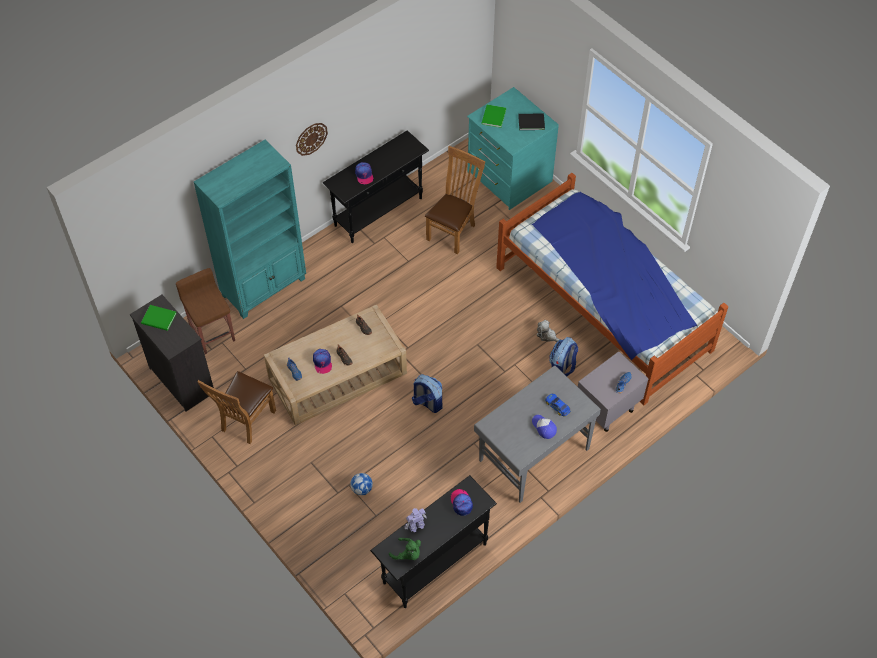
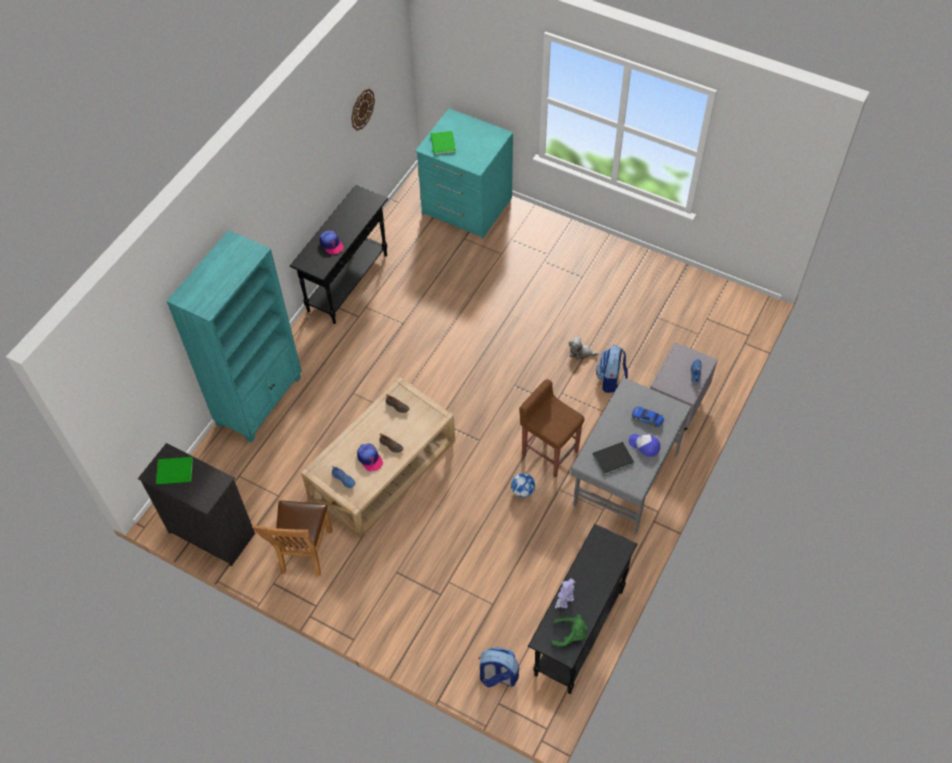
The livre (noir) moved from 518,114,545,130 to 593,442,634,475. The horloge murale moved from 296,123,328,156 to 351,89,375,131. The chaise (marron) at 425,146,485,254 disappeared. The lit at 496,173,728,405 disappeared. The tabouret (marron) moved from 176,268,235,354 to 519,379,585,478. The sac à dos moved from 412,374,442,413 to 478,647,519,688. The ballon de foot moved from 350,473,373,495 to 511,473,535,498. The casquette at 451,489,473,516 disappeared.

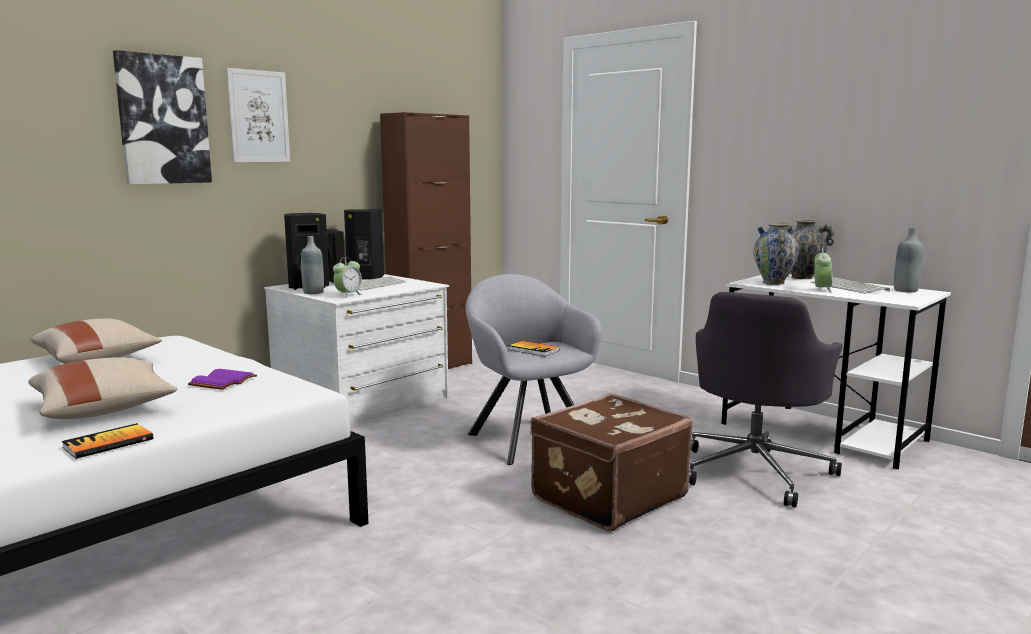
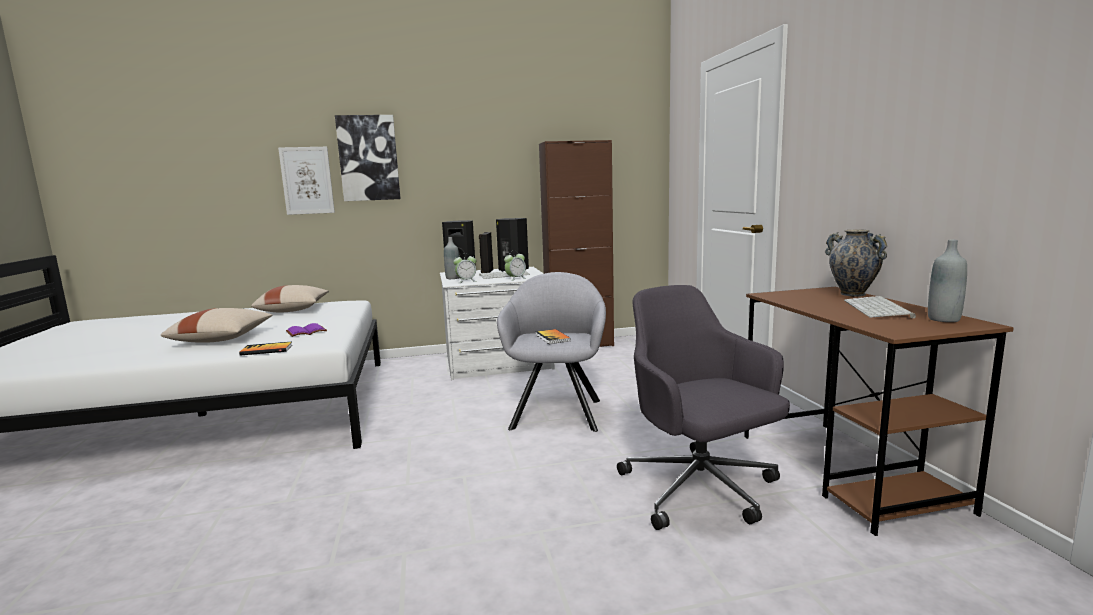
The tableau moved from 226,68,290,162 to 278,147,335,215. The vase at 753,223,799,285 disappeared. The réveil moved from 814,248,832,293 to 504,251,527,281. The bureau (blanc) at 721,275,951,469 became the bureau (marron) at 744,287,1014,536. The chaise de bureau (gris) at 689,292,843,508 turned 90 degrees clockwise. The valise (marron) at 530,393,693,531 disappeared. The livre moved from 61,423,153,459 to 239,342,292,356.

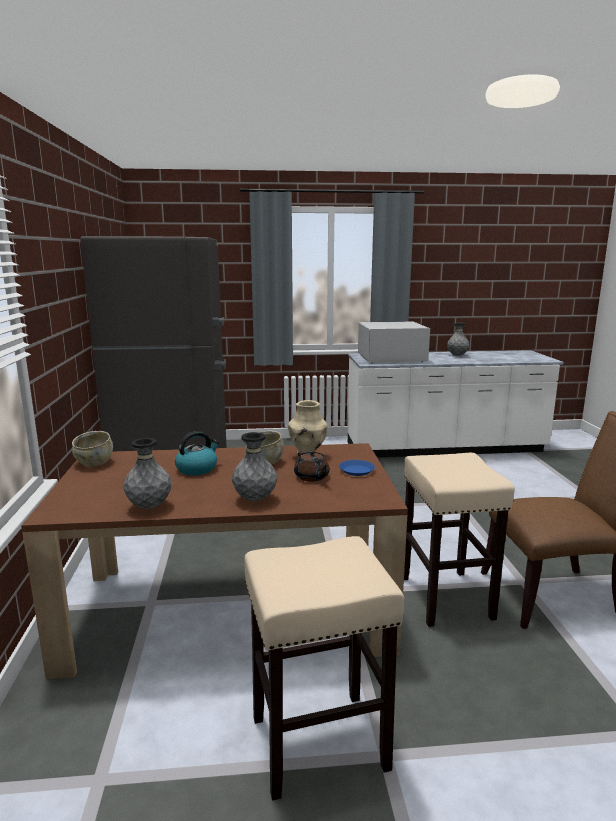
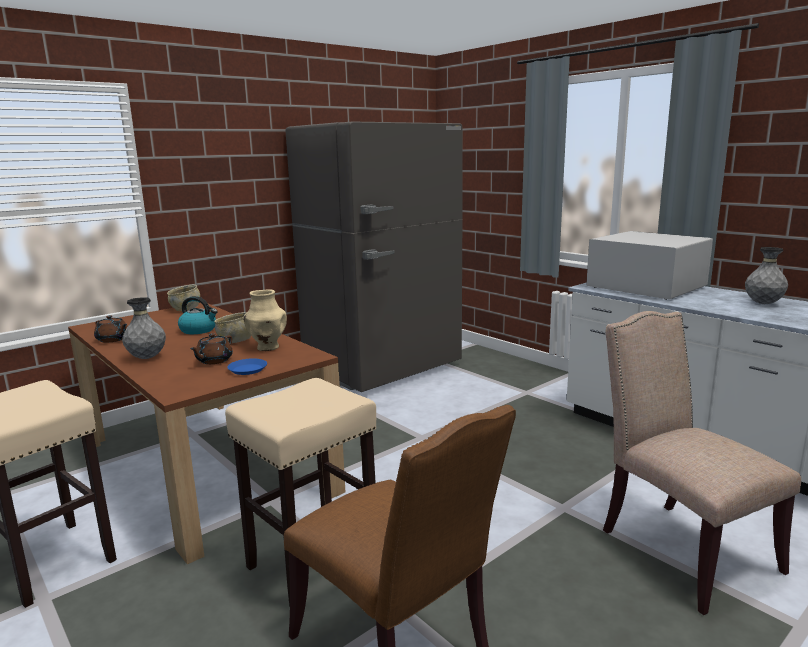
The vase (gris) at 123,438,171,509 was replaced by the théière (marron) at 94,315,128,343. The chaise (beige) at 603,311,801,615 appeared.

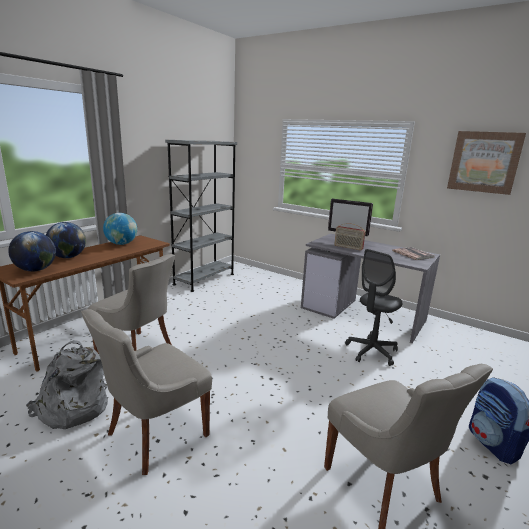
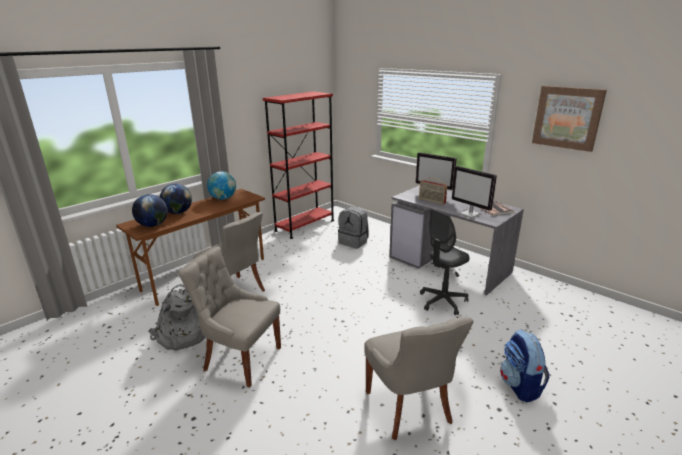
The bibliothèque (gris) at 165,140,237,292 became the bibliothèque (rouge) at 263,91,334,239. The chaise (gris) at 81,309,212,475 turned 60 degrees clockwise. The écran d'ordinateur at 452,166,497,218 appeared. The sac à dos (gris) at 338,207,369,249 appeared.

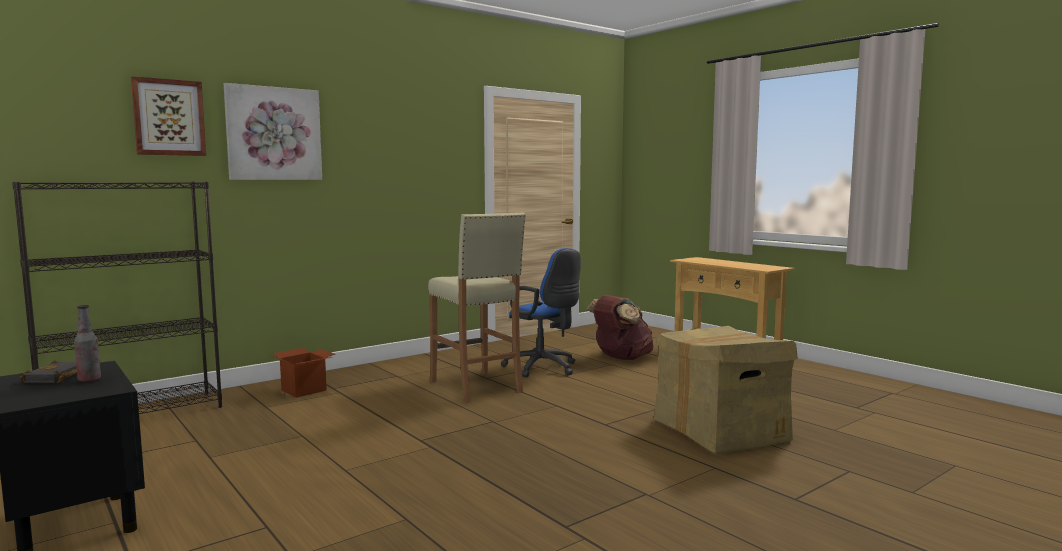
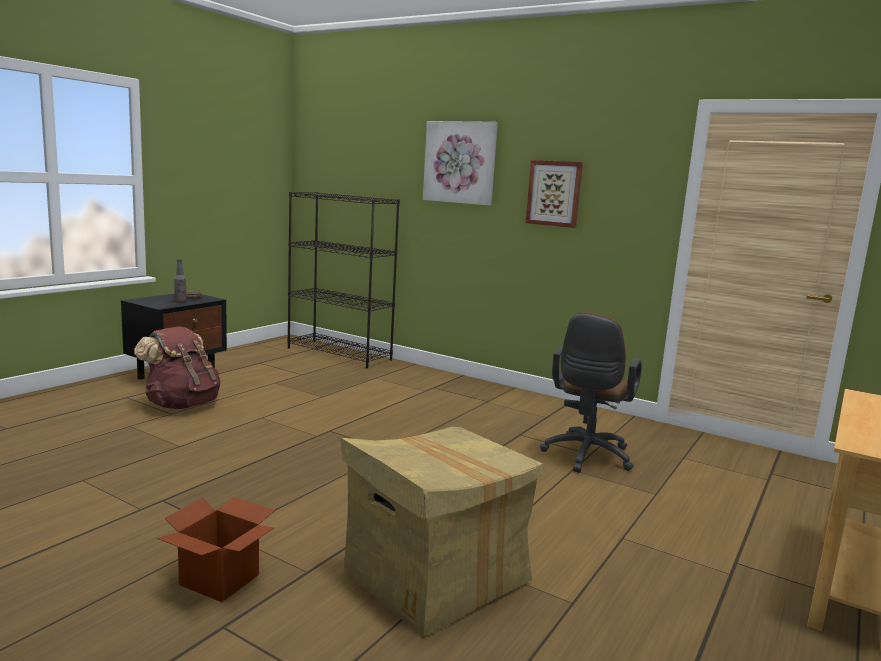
The tableau moved from 131,76,206,156 to 526,160,583,228. The tabouret (beige) at 428,212,526,403 disappeared. The chaise de bureau (bleu) at 501,248,581,377 became the chaise de bureau (marron) at 540,312,641,473. The sac à dos (marron) moved from 587,295,654,360 to 134,326,221,409. The carton moved from 270,348,335,398 to 157,497,275,602.

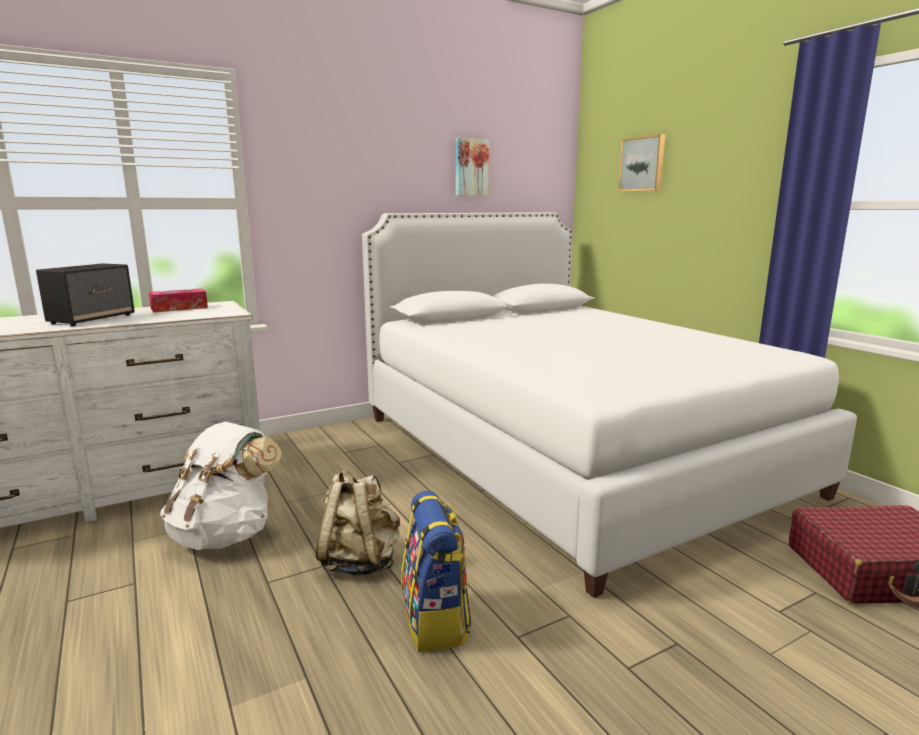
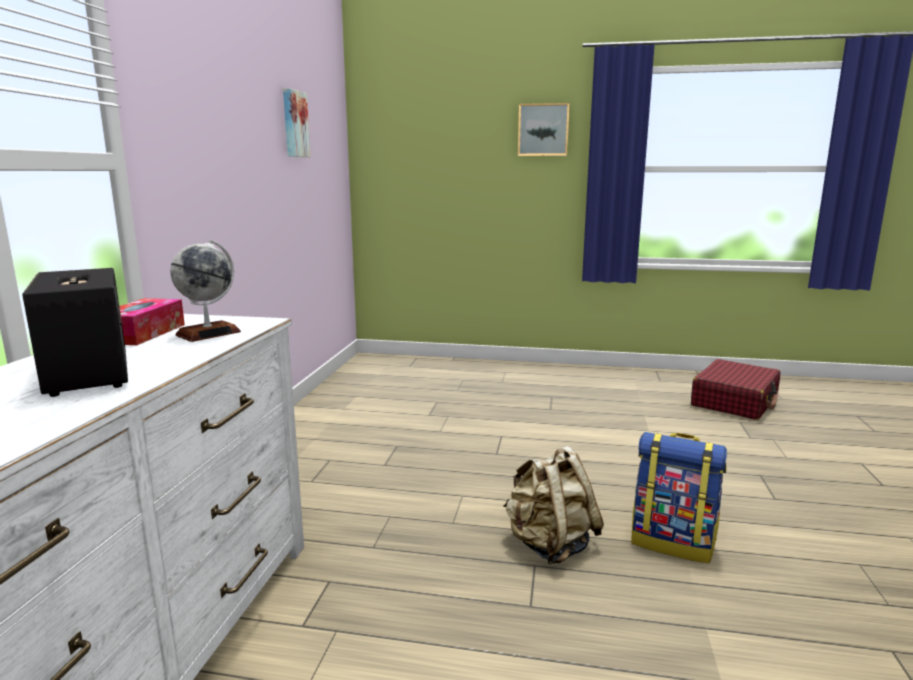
The tableau moved from 618,134,665,192 to 518,103,570,156. The lit (blanc) at 362,212,857,598 disappeared. The sac à dos (blanc) at 160,422,282,550 disappeared. The globe at 170,239,241,342 appeared.

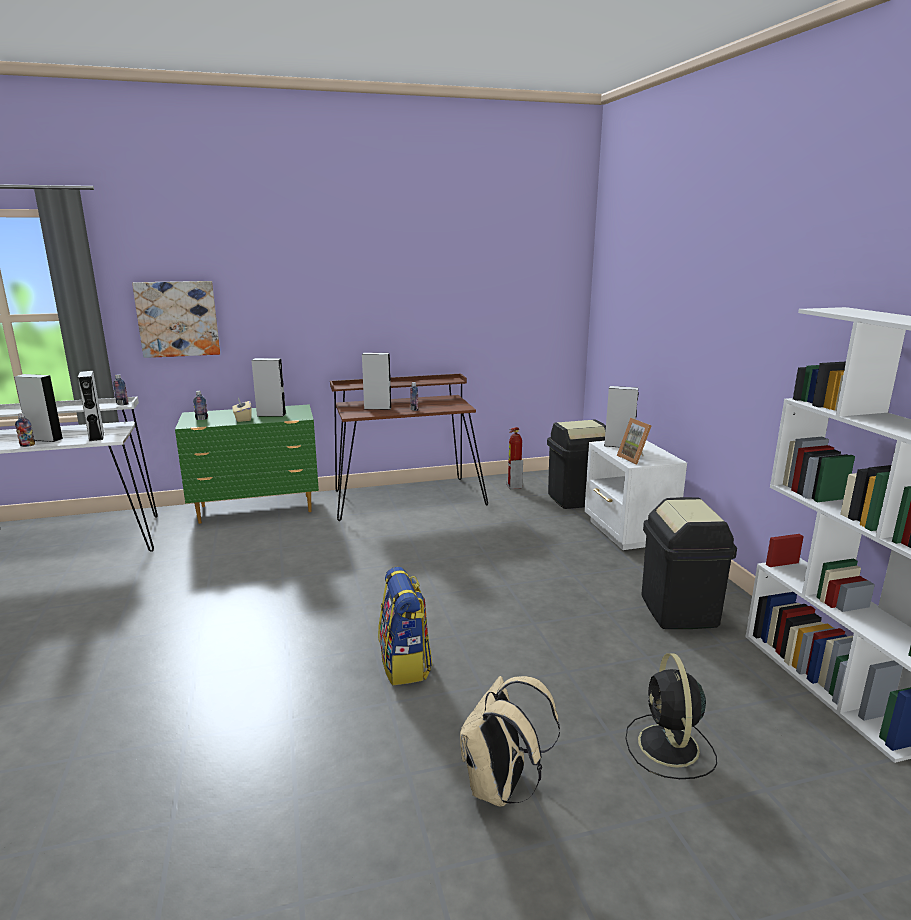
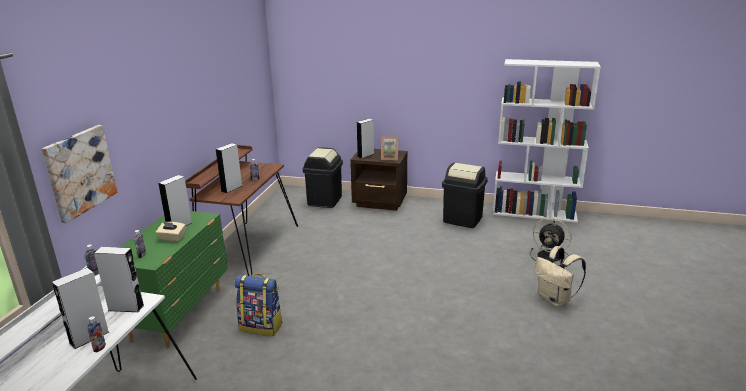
The extincteur at 506,427,523,489 disappeared. The table de chevet (blanc) at 584,440,687,550 became the table de chevet (marron) at 350,149,407,211. The sac à dos moved from 378,567,432,685 to 234,274,283,336.

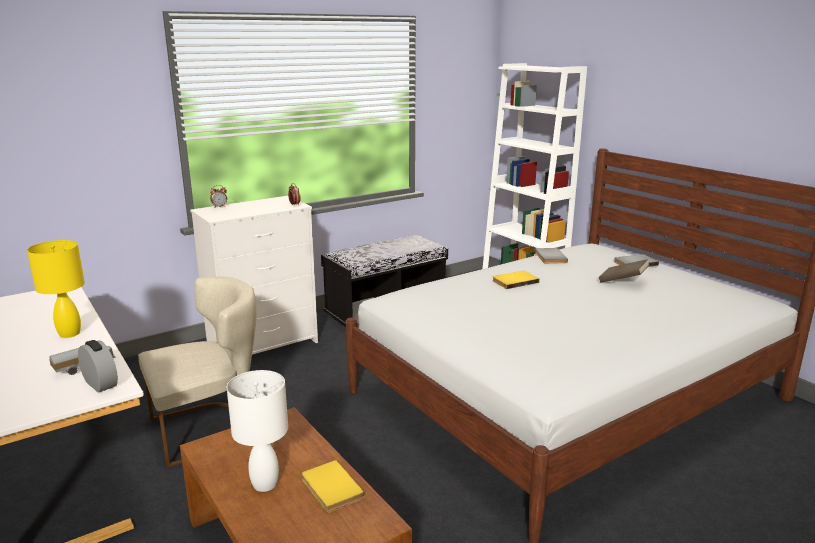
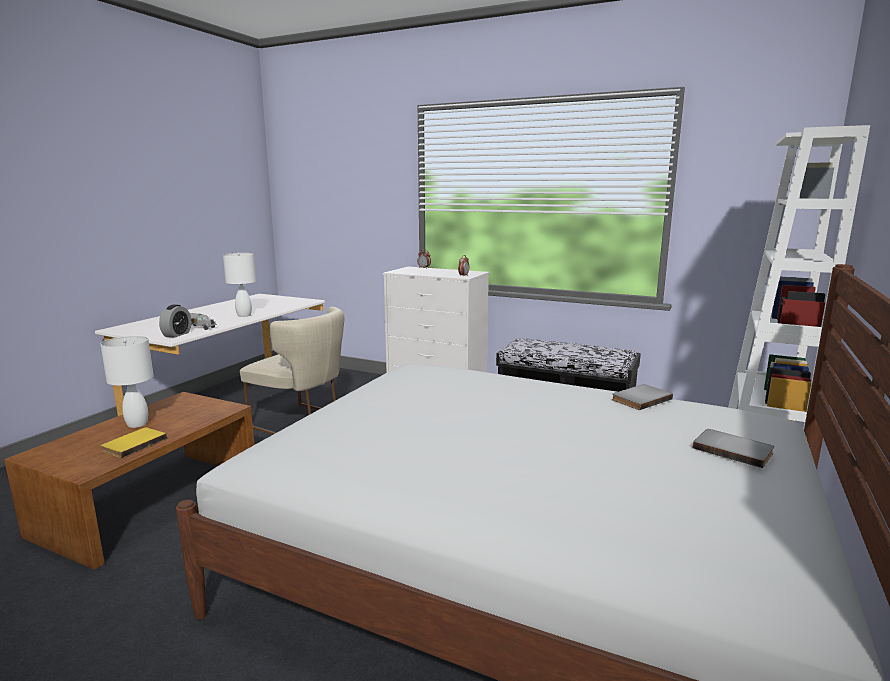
The lampe de table (jaune) at 27,240,85,338 became the lampe de table (blanc) at 223,253,256,317. The livre (marron) at 599,259,649,283 disappeared. The livre (jaune) at 493,271,539,289 disappeared.

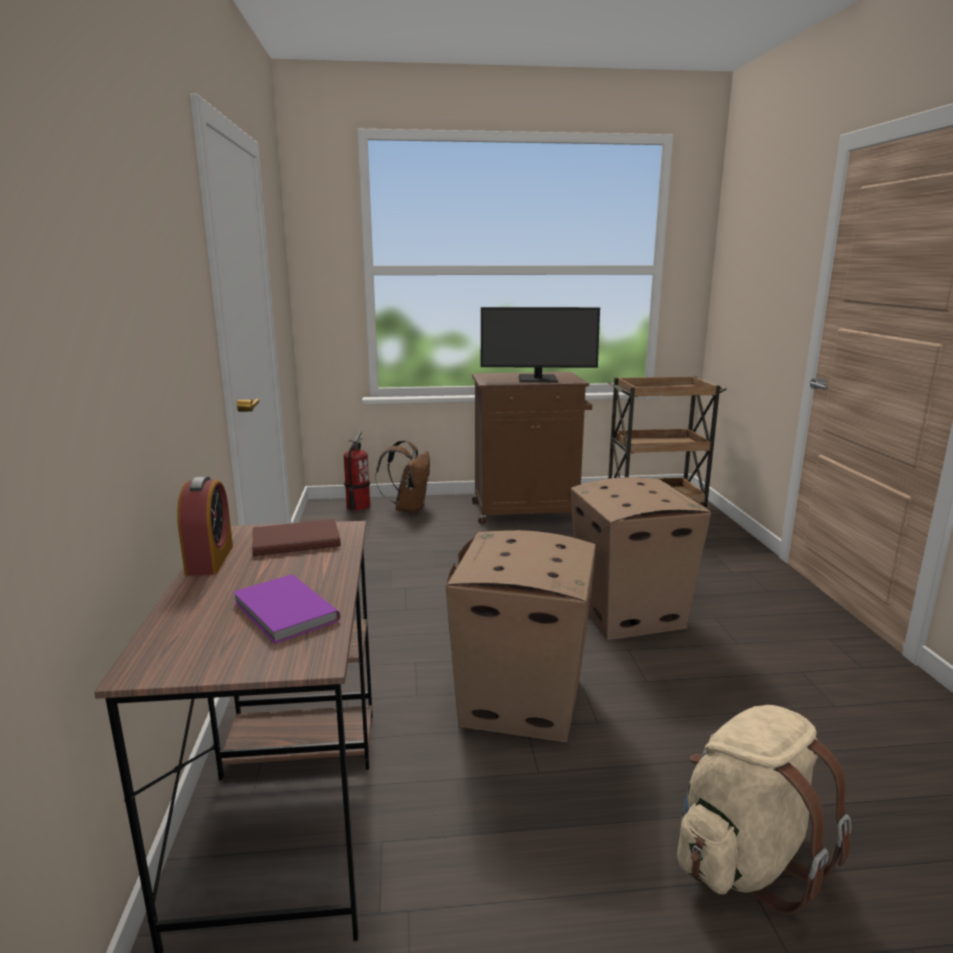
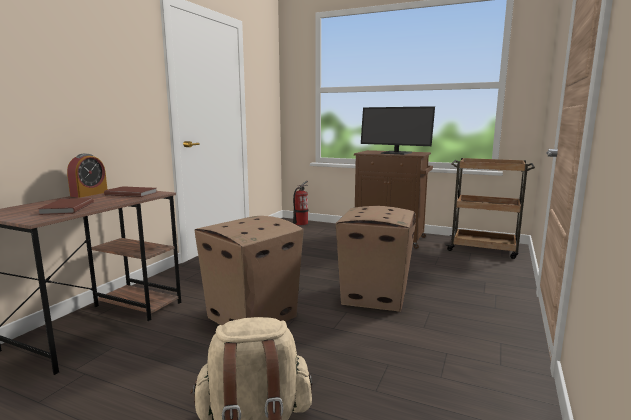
The sac à dos (marron) at 375,440,430,514 disappeared. The livre (violet) at 233,574,340,644 became the livre (marron) at 38,198,94,215.

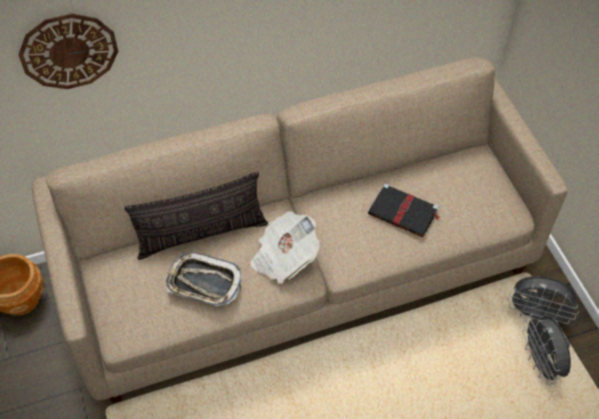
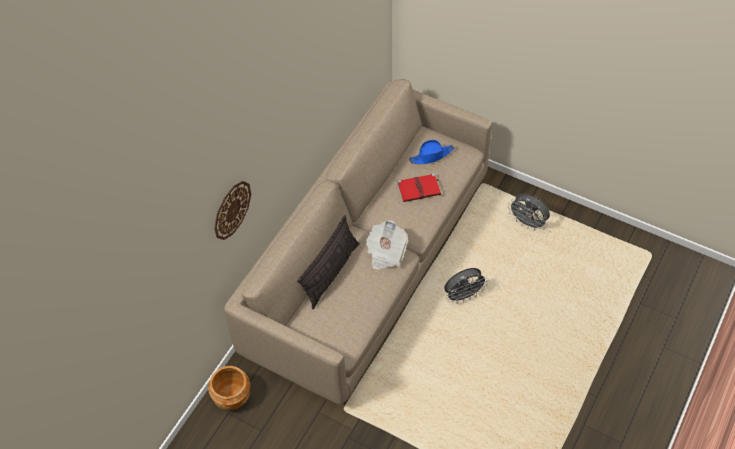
The livre (noir) at 368,183,440,238 became the livre (rouge) at 398,173,441,202. The plateau at 165,252,241,306 disappeared. The ventilateur (gris) moved from 507,276,579,324 to 444,268,488,304. The chapeau (bleu) at 409,140,454,164 appeared.

